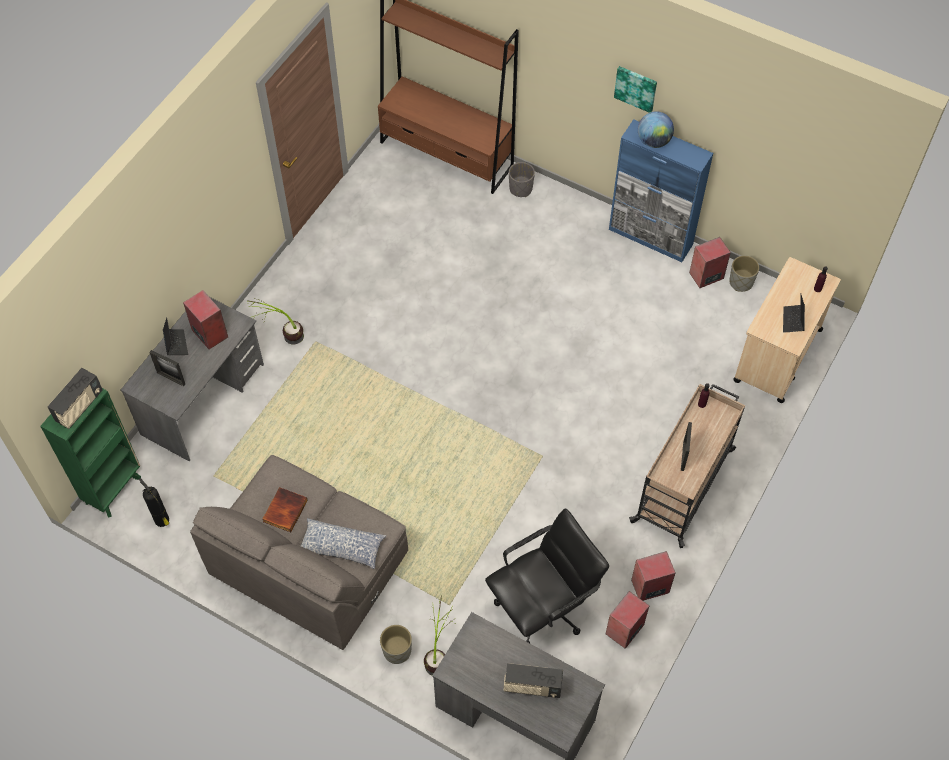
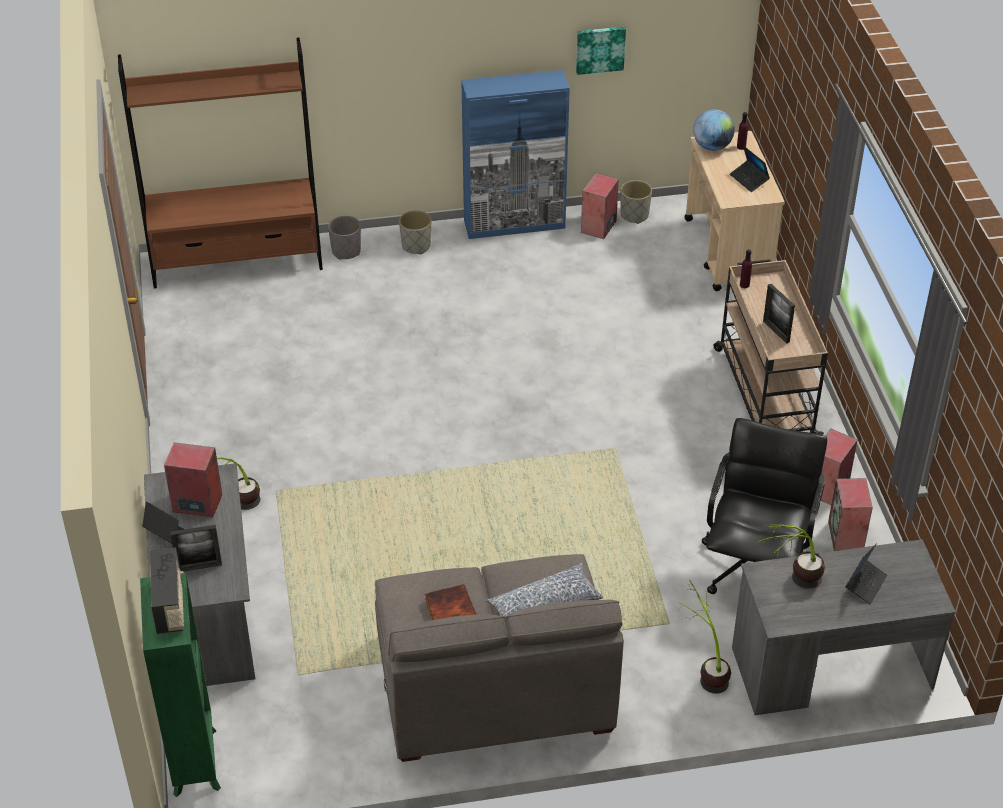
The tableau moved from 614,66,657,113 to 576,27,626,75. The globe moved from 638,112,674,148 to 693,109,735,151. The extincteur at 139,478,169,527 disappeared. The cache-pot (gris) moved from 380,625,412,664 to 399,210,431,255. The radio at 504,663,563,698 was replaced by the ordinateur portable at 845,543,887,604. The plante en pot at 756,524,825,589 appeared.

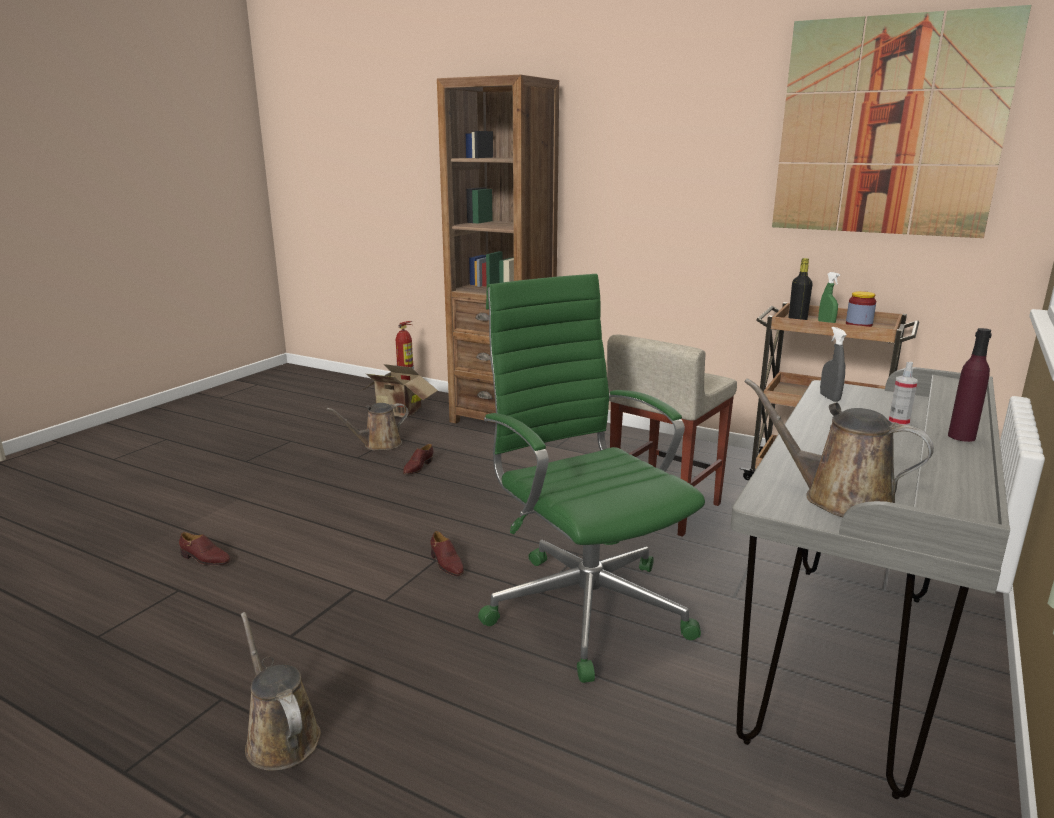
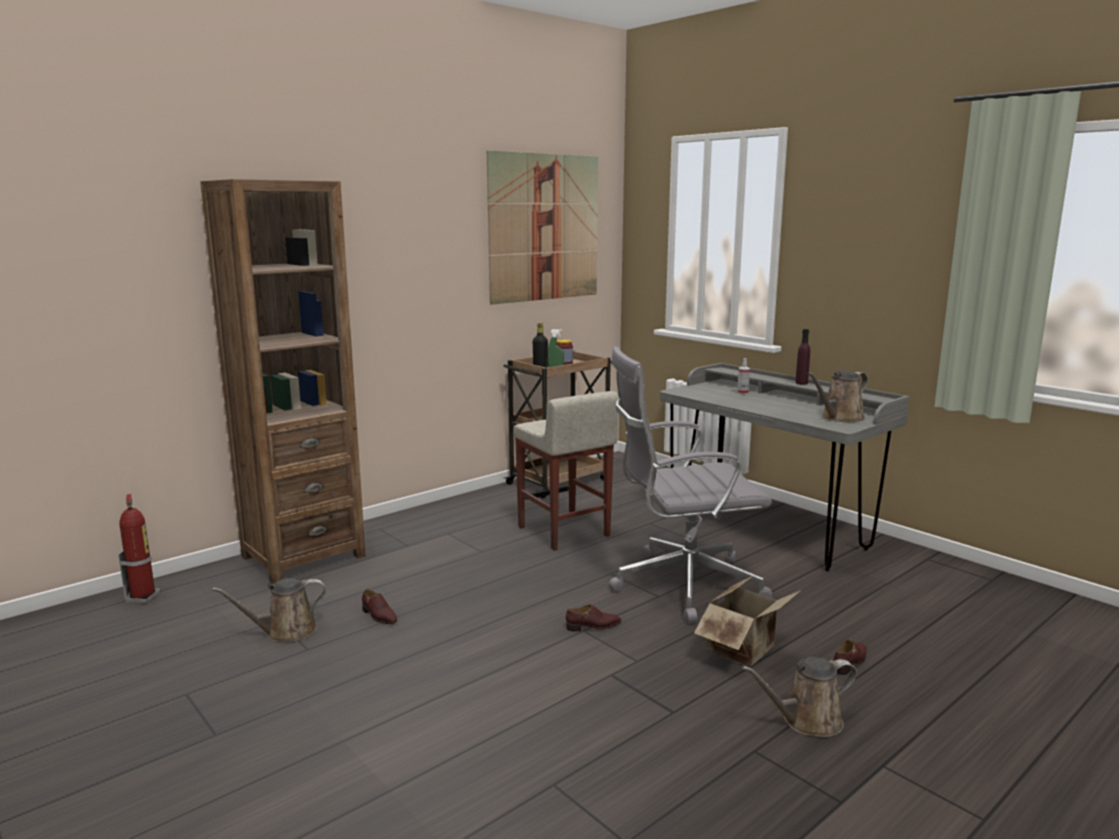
The chaise de bureau (vert) at 478,274,705,683 became the chaise de bureau (gris) at 609,346,773,623. The vaporisateur (gris) at 820,327,847,402 disappeared. The carton moved from 361,364,438,417 to 694,576,800,666. The arrosoir (marron) at 327,403,409,450 turned 75 degrees clockwise. The chaussure (marron) moved from 179,532,231,565 to 834,639,867,675.

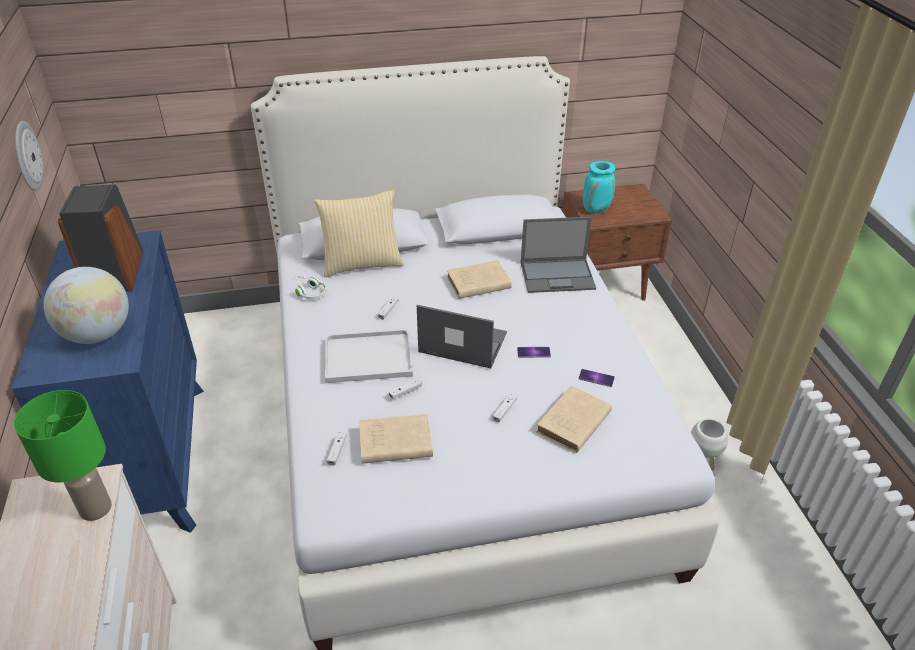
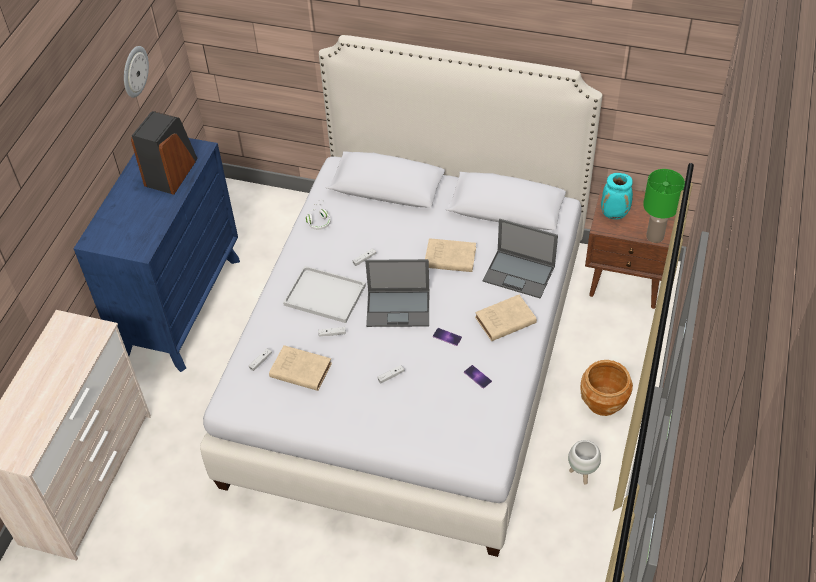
The coussin at 314,189,404,277 disappeared. The globe at 44,267,129,344 disappeared. The ordinateur portable at 417,305,507,368 turned 135 degrees clockwise. The livre (beige) moved from 536,386,612,453 to 475,295,537,341. The lampe de table (vert) moved from 14,390,112,521 to 643,169,685,243. The cache-pot (marron) at 581,360,633,416 appeared.

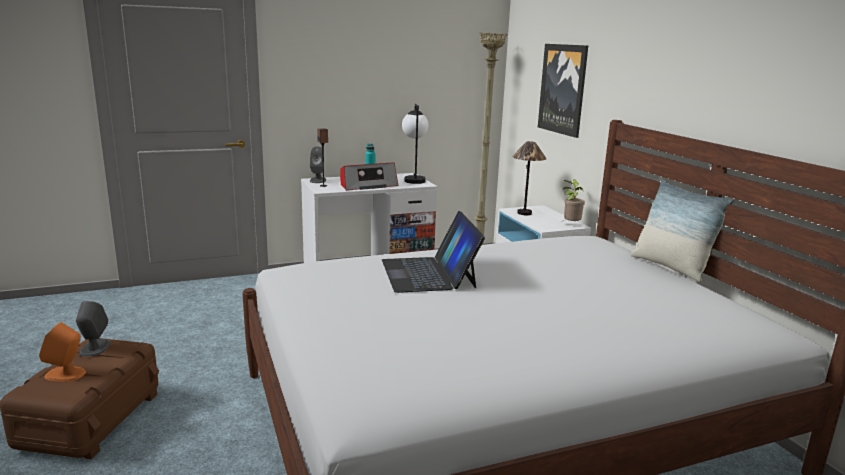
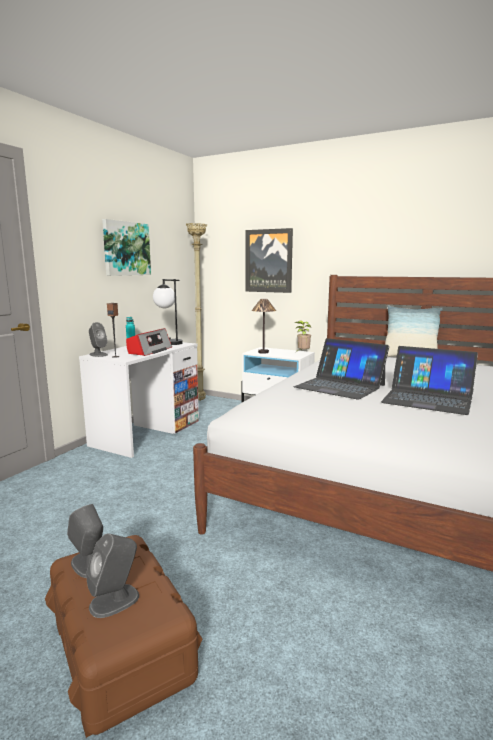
The enceinte (orange) at 39,322,86,382 became the enceinte (gris) at 86,533,139,618. The tableau at 102,219,151,276 appeared. The ordinateur portable at 381,346,478,415 appeared.

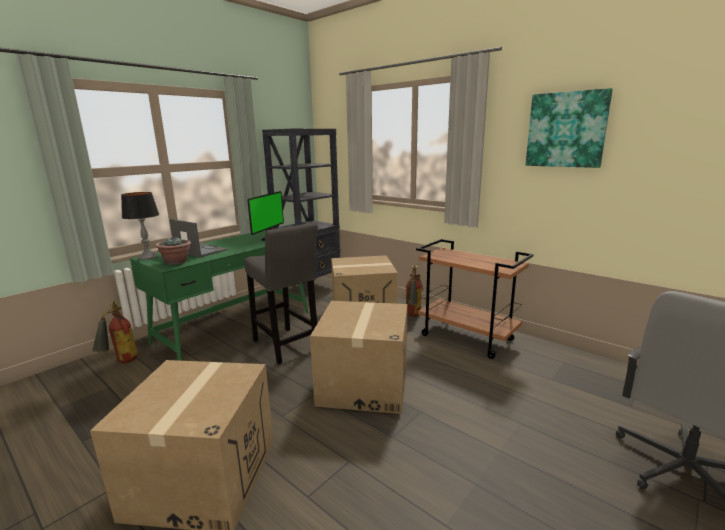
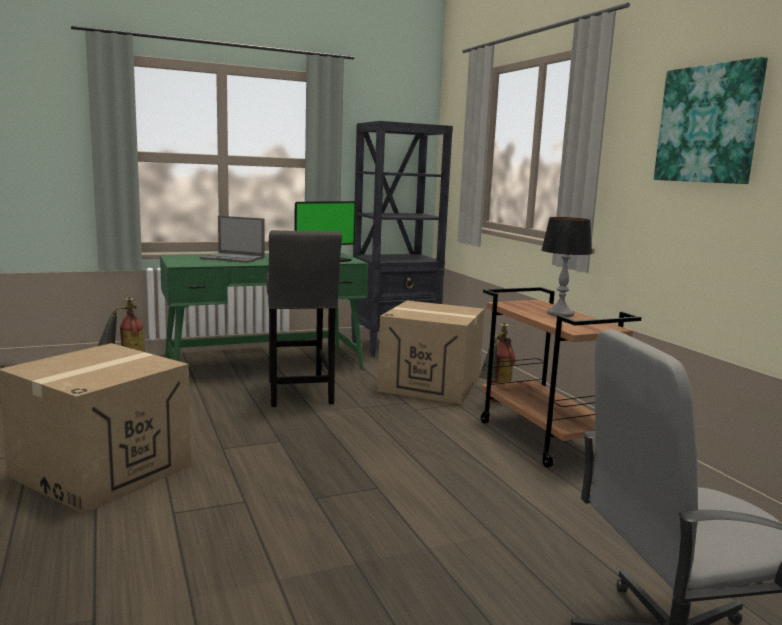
The lampe de table moved from 121,192,159,260 to 541,217,592,317. The ordinateur portable at 169,219,228,258 turned 135 degrees clockwise. The plante en pot at 155,236,191,265 disappeared. The carton at 310,301,408,414 disappeared.

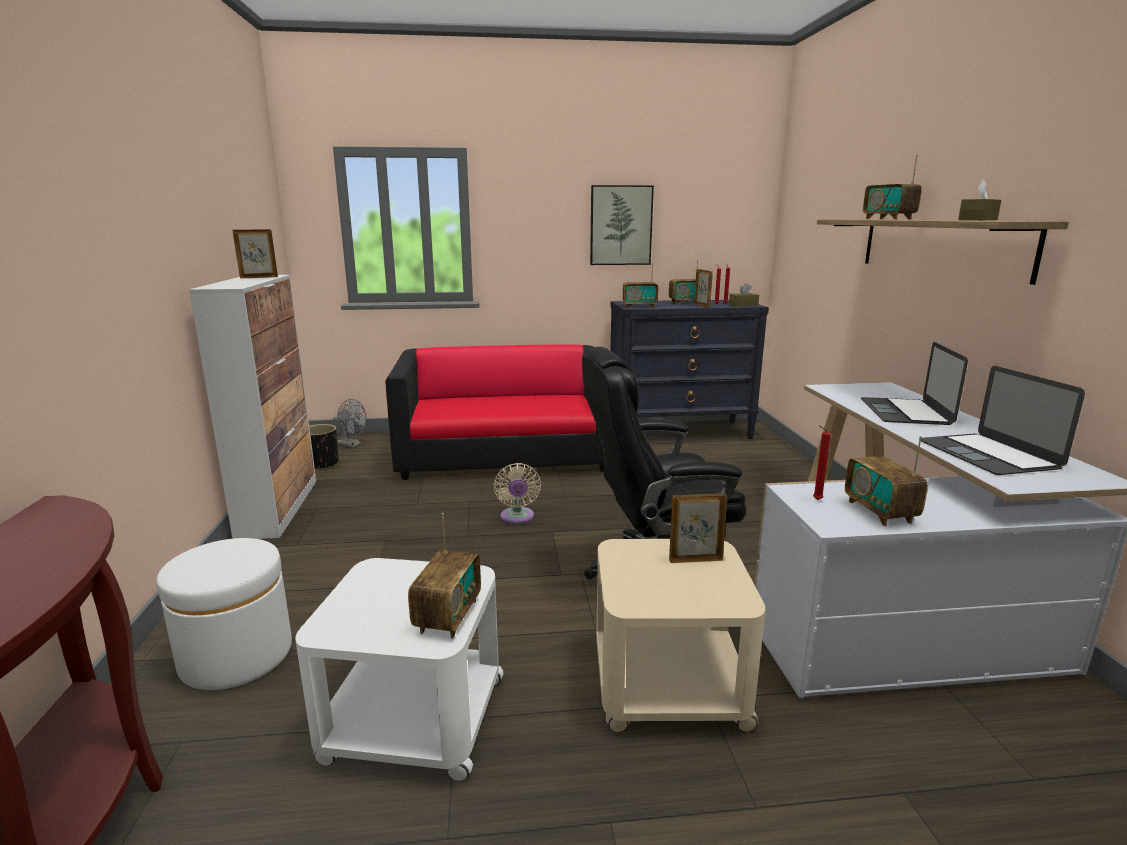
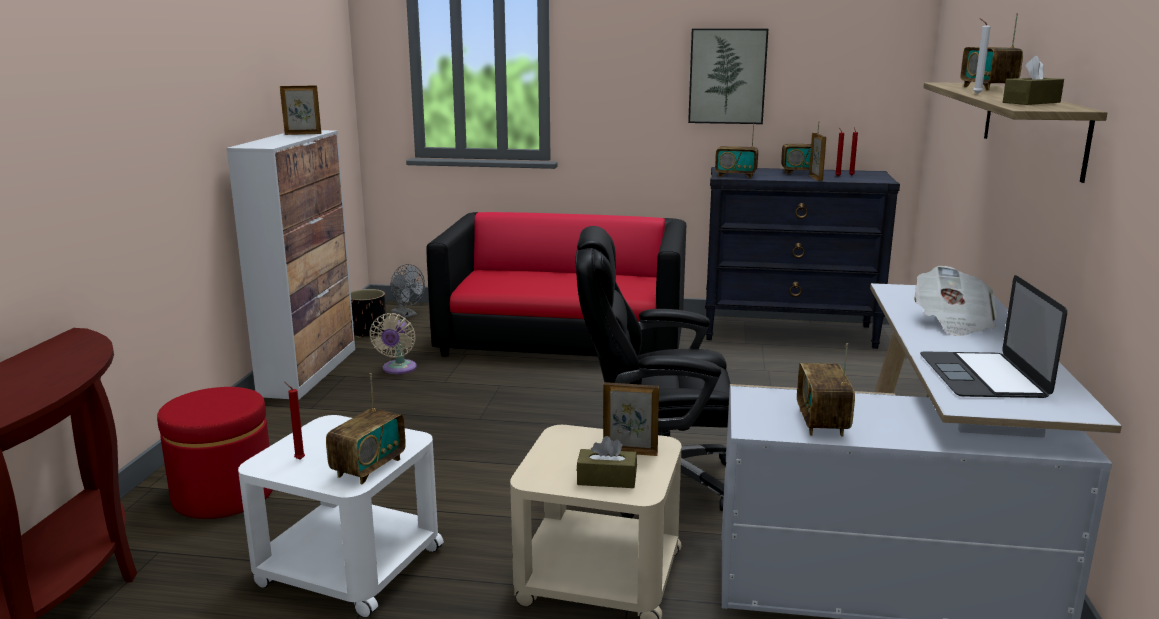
The boîte à mouchoirs (marron) moved from 729,283,759,307 to 577,436,637,488. The ordinateur portable at 861,342,968,425 was replaced by the journal at 914,266,997,336. The bougie (rouge) moved from 813,425,831,500 to 285,382,305,460. The ventilateur (beige) moved from 494,463,541,524 to 369,313,417,374. The pouf (blanc) at 157,538,292,690 became the pouf (rouge) at 157,387,273,519. The bougie (blanc) at 974,18,991,94 appeared.

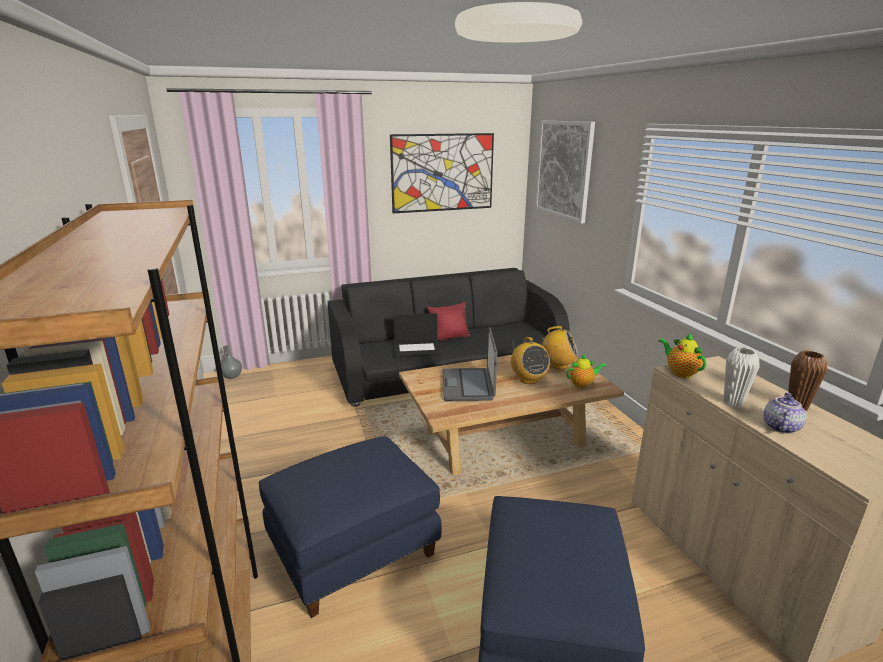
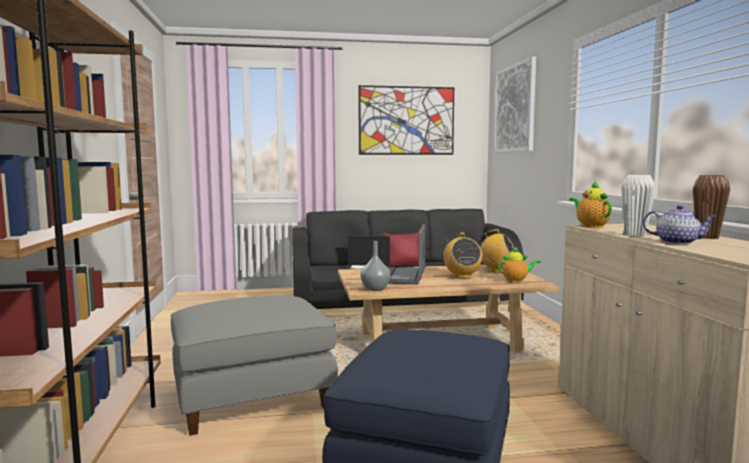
The vase (gris) moved from 221,345,242,379 to 360,241,390,291. The théière at 763,392,807,434 turned 75 degrees clockwise. The pouf (bleu) at 259,436,442,618 became the pouf (gris) at 171,296,338,436.

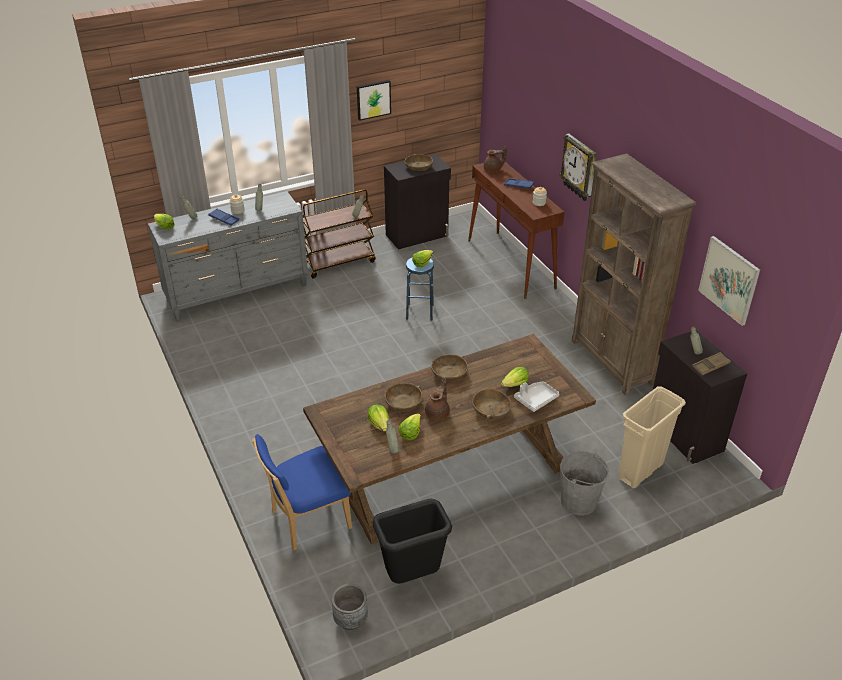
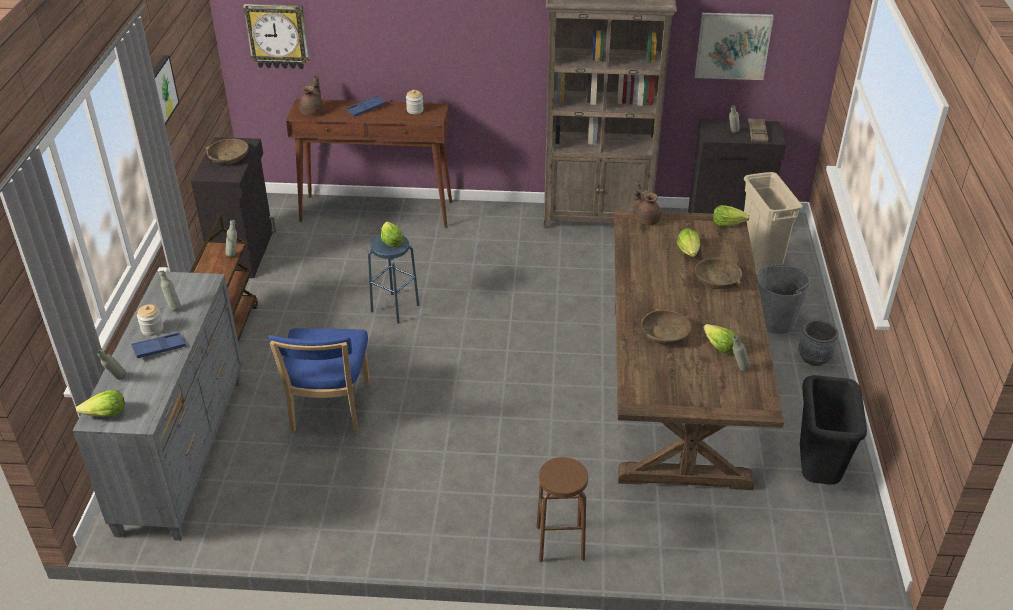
The horloge murale moved from 560,134,597,201 to 243,4,309,69. The bol (marron) at 431,354,468,382 disappeared. The théière (marron) moved from 425,378,450,420 to 634,181,662,225. The plateau (gris) at 514,381,560,412 disappeared. The laitue moved from 368,405,389,431 to 713,205,750,226. The chaise (bleu) moved from 252,434,352,551 to 269,328,370,433. The cache-pot (gris) moved from 332,584,368,630 to 798,320,839,366. The tabouret (marron) at 536,457,588,562 appeared.

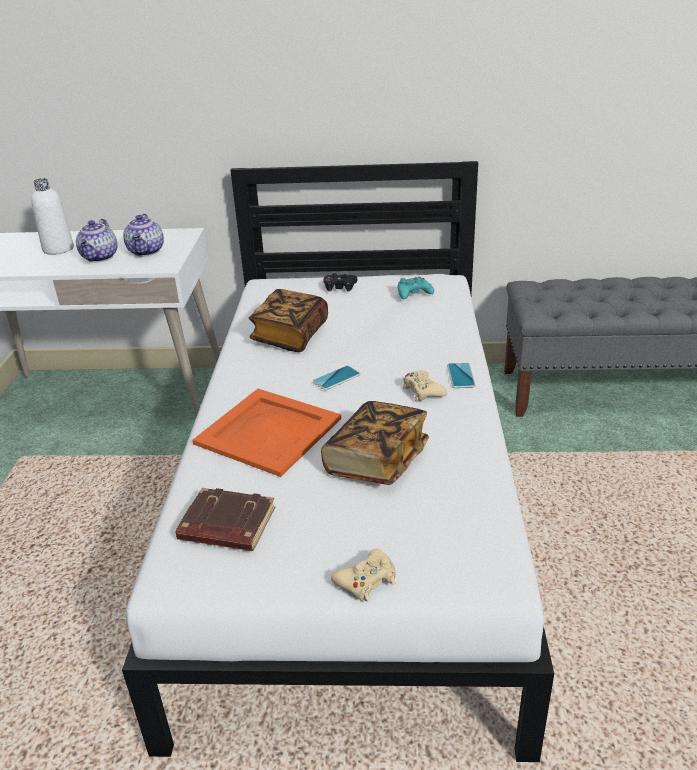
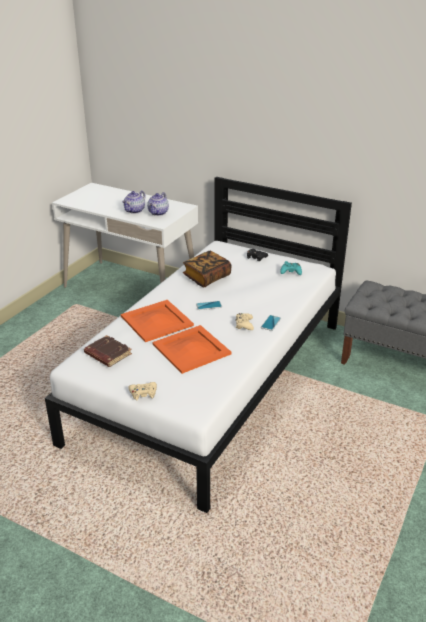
The bouteille (blanc) at 31,178,74,255 disappeared. The livre at 321,401,429,485 was replaced by the plateau (orange) at 152,325,232,374.

